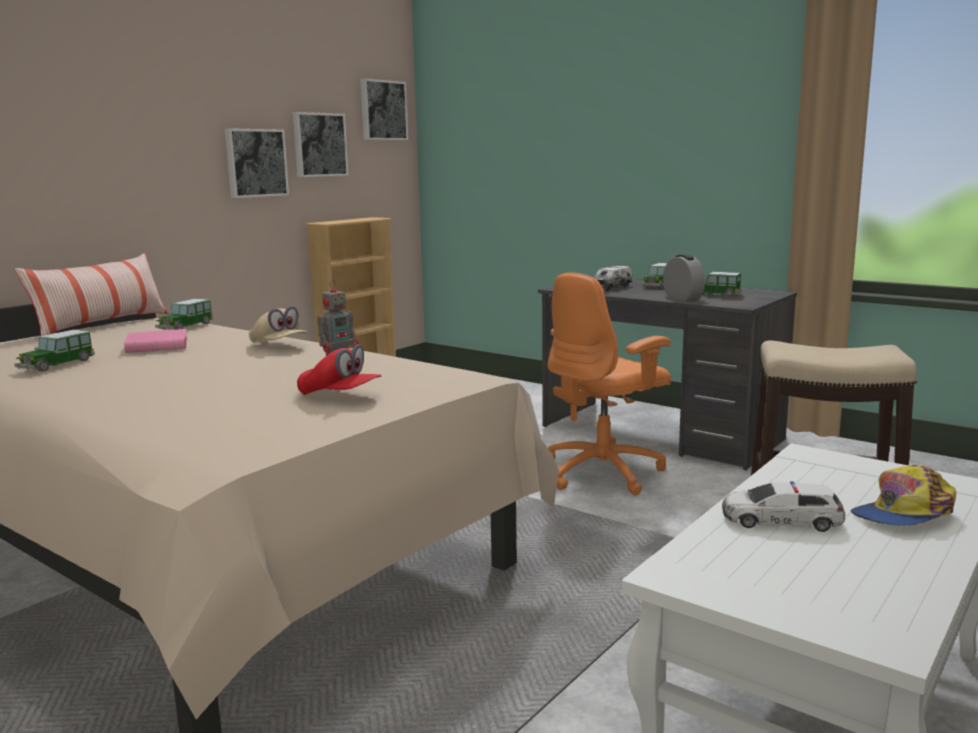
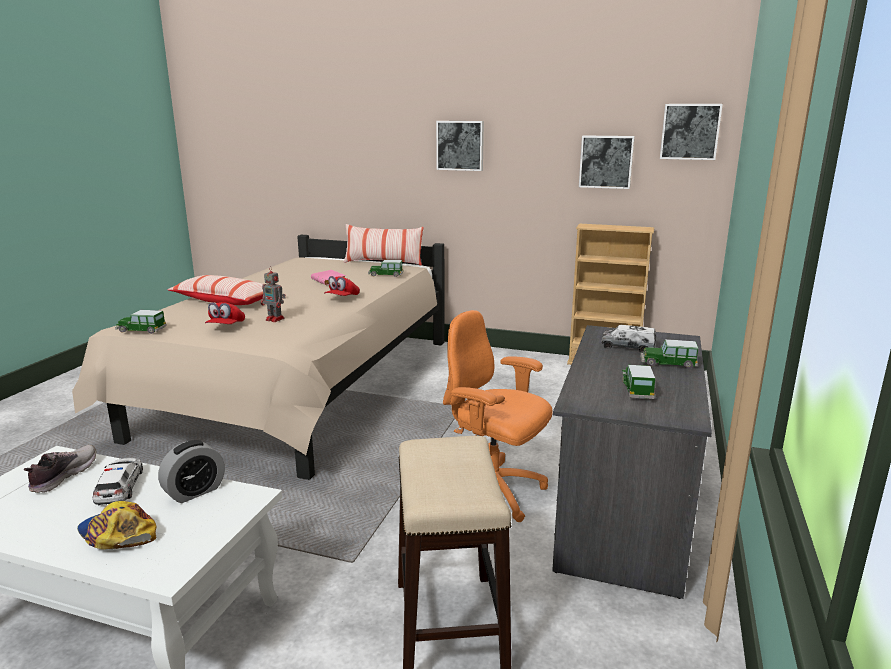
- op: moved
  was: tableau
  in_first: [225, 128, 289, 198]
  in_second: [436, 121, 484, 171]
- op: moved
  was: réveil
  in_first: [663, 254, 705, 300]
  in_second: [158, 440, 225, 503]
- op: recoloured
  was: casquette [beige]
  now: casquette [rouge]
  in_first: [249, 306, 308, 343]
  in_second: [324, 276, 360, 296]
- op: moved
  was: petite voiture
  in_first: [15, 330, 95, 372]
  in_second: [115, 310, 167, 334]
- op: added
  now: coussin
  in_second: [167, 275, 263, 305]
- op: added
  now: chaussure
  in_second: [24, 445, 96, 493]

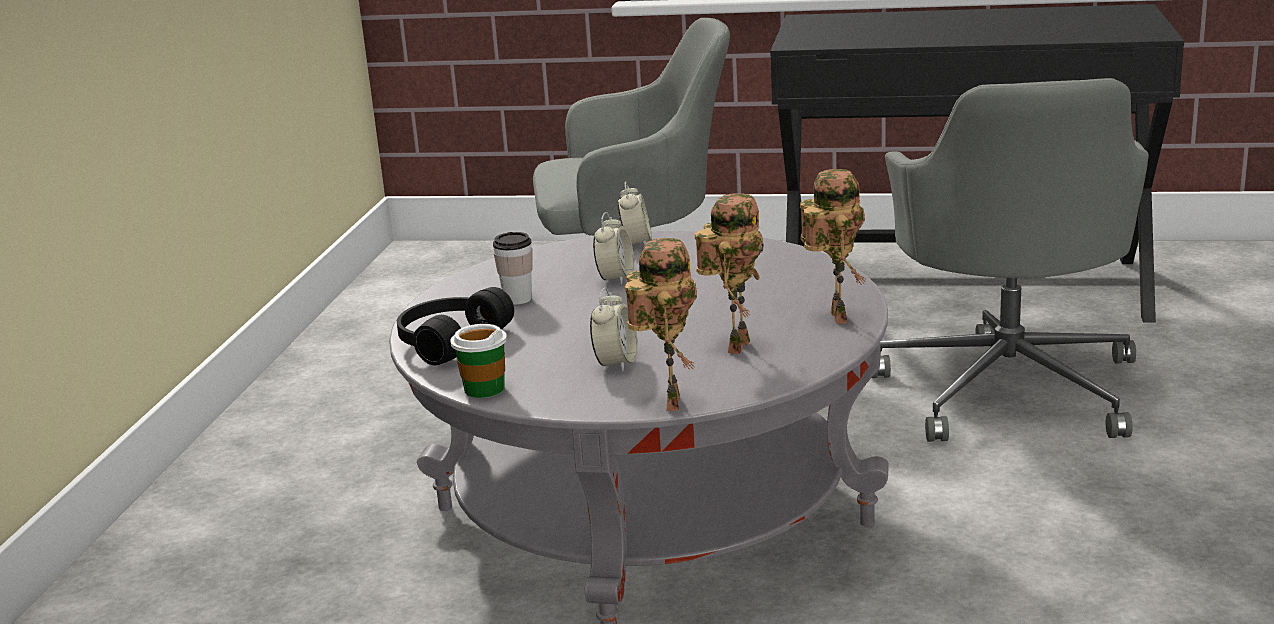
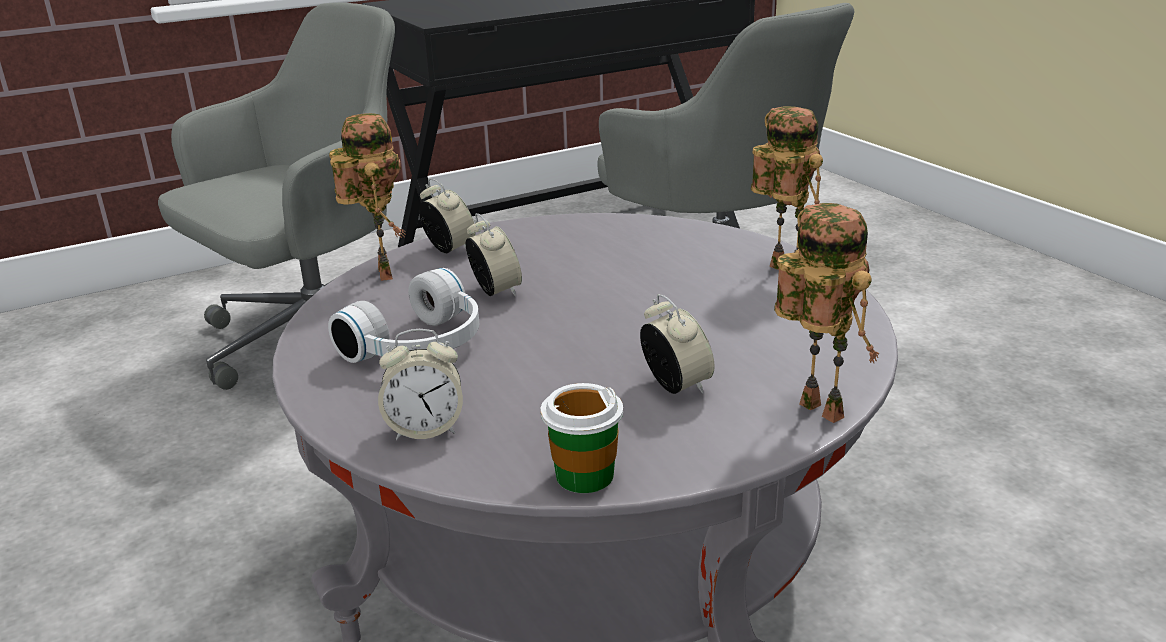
- op: moved
  was: robot jouet
  in_first: [695, 193, 764, 354]
  in_second: [329, 113, 406, 281]
- op: replaced
  was: tasse
  now: casque audio [blanc]
  in_first: [493, 232, 533, 305]
  in_second: [328, 268, 479, 363]
- op: replaced
  was: casque audio [noir]
  now: réveil
  in_first: [397, 287, 514, 365]
  in_second: [378, 329, 463, 440]

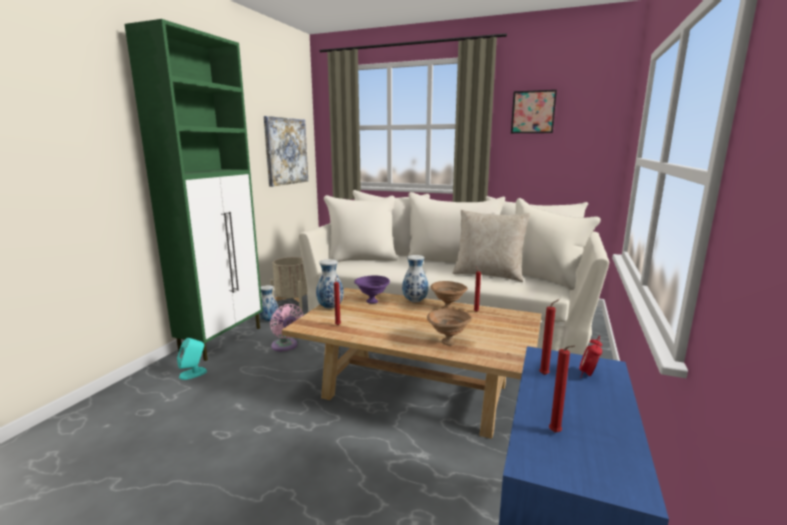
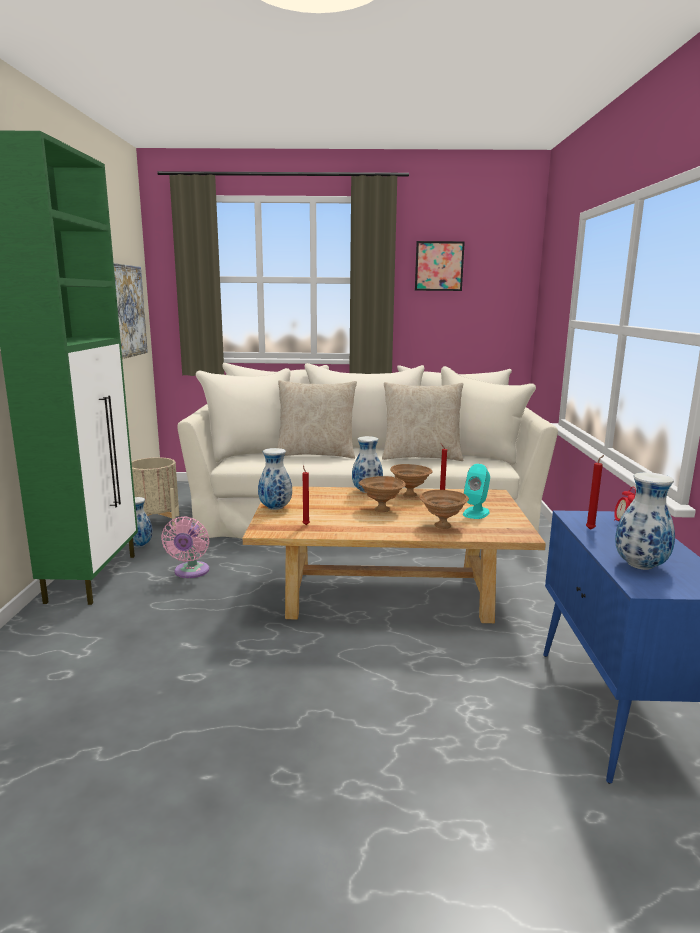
- op: removed
  was: bol [violet]
  in_first: [354, 275, 390, 304]
- op: turned
  was: ventilateur [rose]
  in_first: [270, 304, 304, 351]
  in_second: [161, 516, 209, 578]
  clockwise: 60
- op: moved
  was: enceinte [turquoise]
  in_first: [177, 338, 207, 380]
  in_second: [463, 464, 490, 519]
- op: replaced
  was: bougie [rouge]
  now: vase
  in_first: [549, 345, 575, 433]
  in_second: [615, 472, 675, 570]
- op: added
  now: coussin [beige]
  in_second: [277, 380, 357, 459]
- op: added
  now: bol [marron]
  in_second: [359, 476, 406, 512]

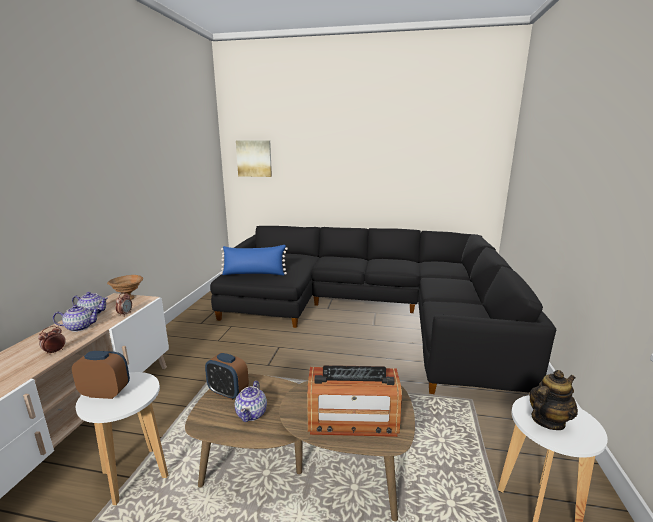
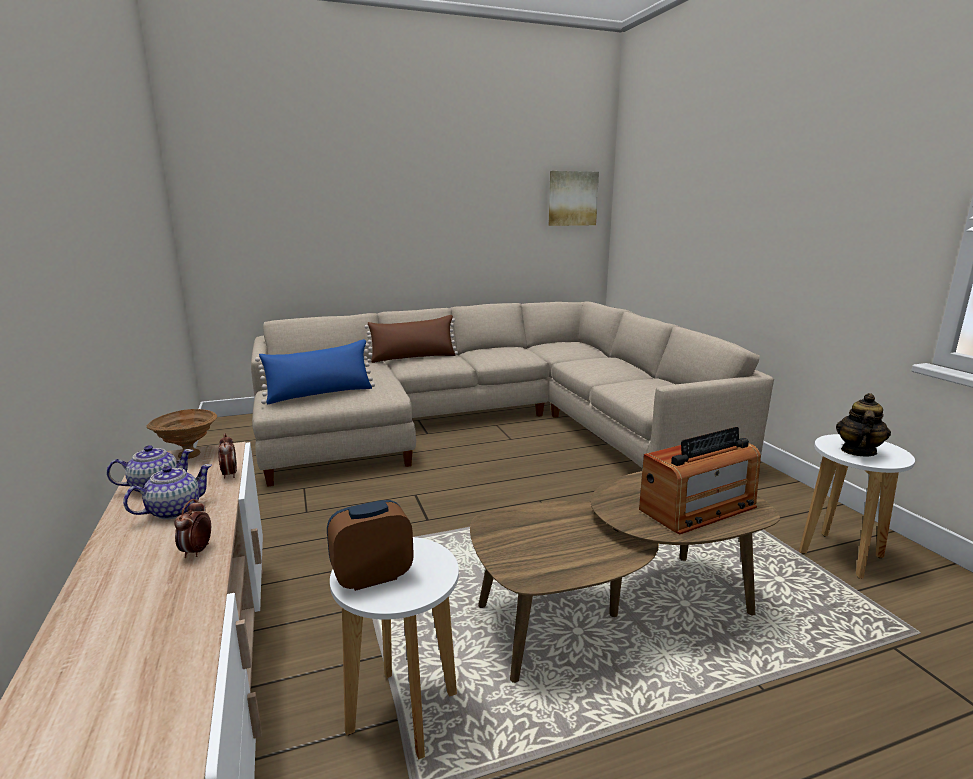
- op: moved
  was: tableau
  in_first: [236, 140, 272, 177]
  in_second: [548, 171, 599, 226]
- op: recoloured
  was: canapé [noir]
  now: canapé [beige]
  in_first: [210, 226, 556, 394]
  in_second: [251, 302, 774, 487]
- op: removed
  was: réveil
  in_first: [205, 353, 249, 400]
- op: removed
  was: théière
  in_first: [235, 381, 267, 422]
- op: added
  now: coussin [marron]
  in_second: [364, 315, 458, 363]

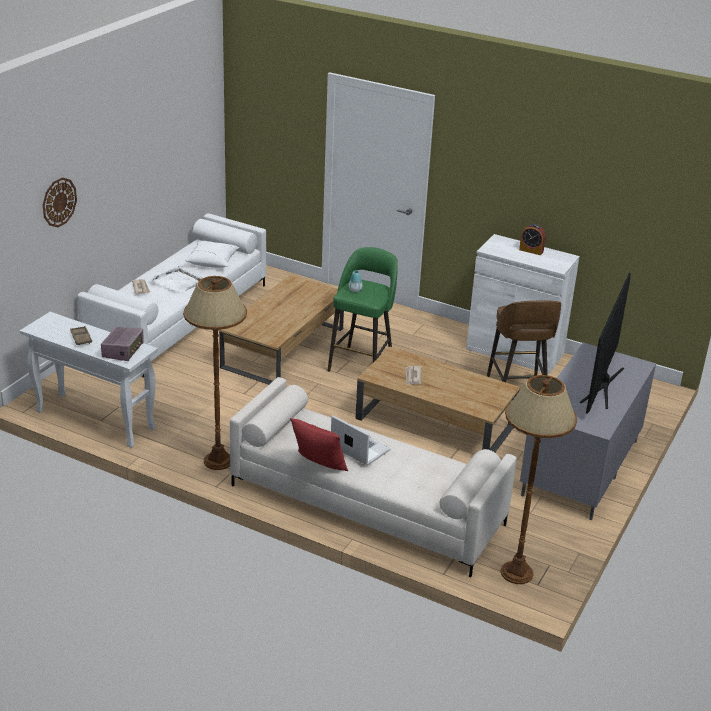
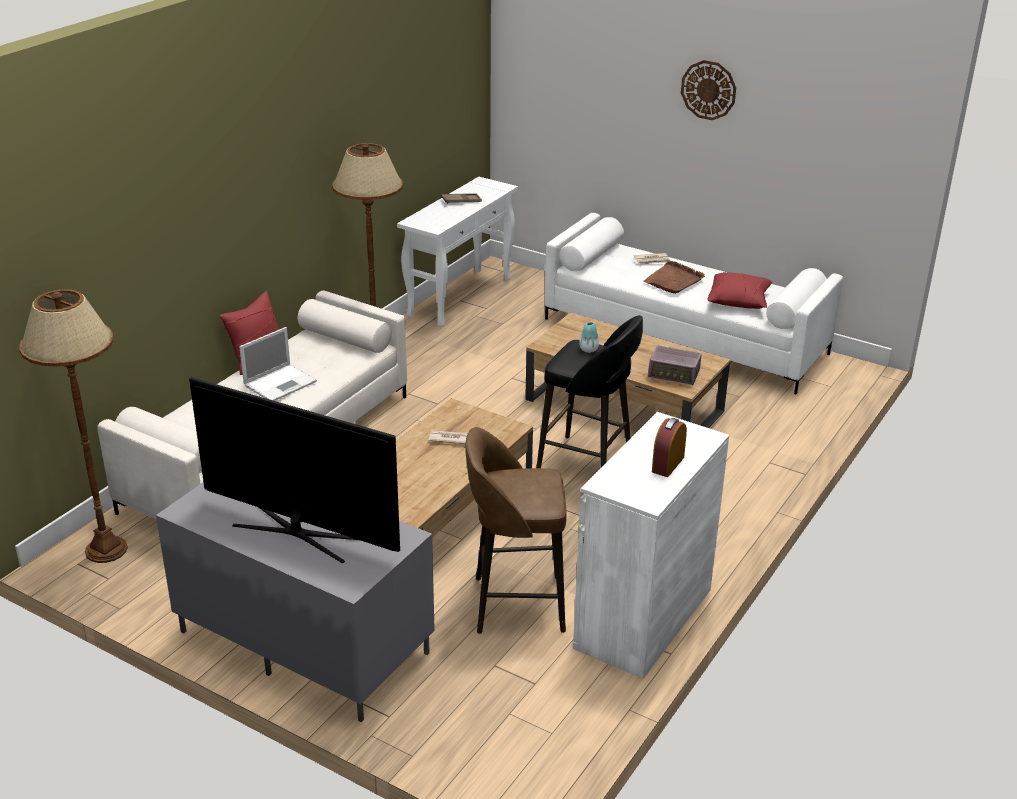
- op: moved
  was: horloge murale
  in_first: [43, 177, 77, 227]
  in_second: [681, 60, 736, 120]
- op: recoloured
  was: coussin [blanc]
  now: coussin [rouge]
  in_first: [184, 241, 239, 268]
  in_second: [707, 272, 772, 309]
- op: recoloured
  was: tabouret [vert]
  now: tabouret [noir]
  in_first: [327, 247, 398, 372]
  in_second: [536, 315, 643, 468]
- op: recoloured
  was: plateau [blanc]
  now: plateau [marron]
  in_first: [150, 266, 203, 293]
  in_second: [643, 261, 705, 294]
- op: moved
  was: radio
  in_first: [101, 327, 143, 361]
  in_second: [648, 346, 702, 385]

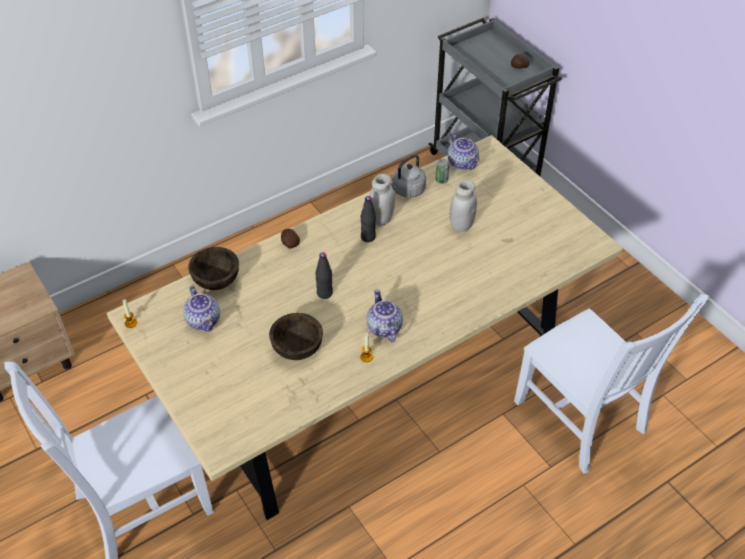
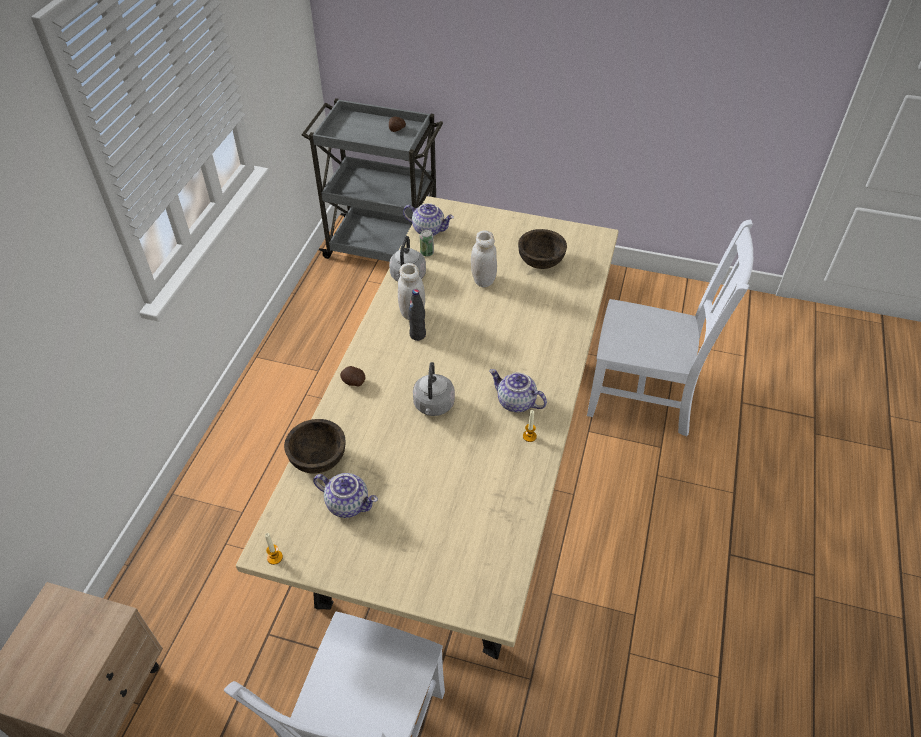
- op: replaced
  was: bouteille [noir]
  now: bouilloire [gris]
  in_first: [316, 252, 333, 299]
  in_second: [413, 362, 455, 416]
- op: moved
  was: bol [marron]
  in_first: [269, 313, 323, 360]
  in_second: [518, 229, 567, 269]

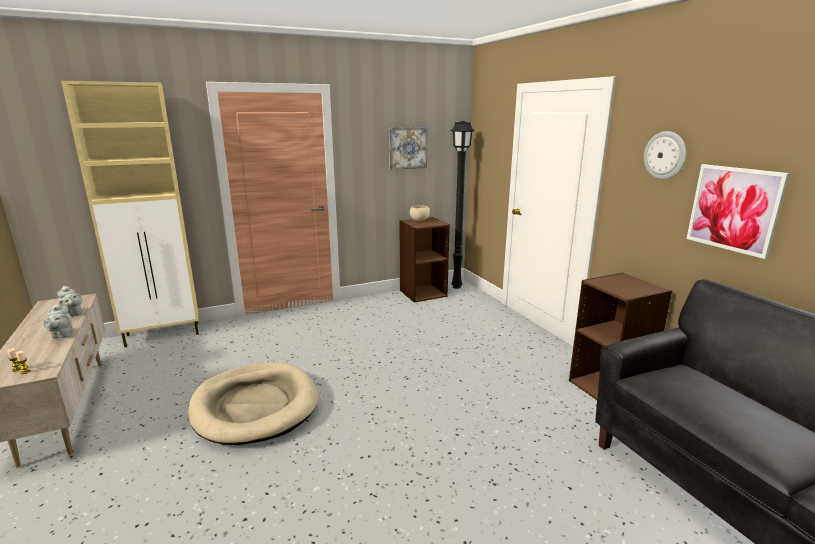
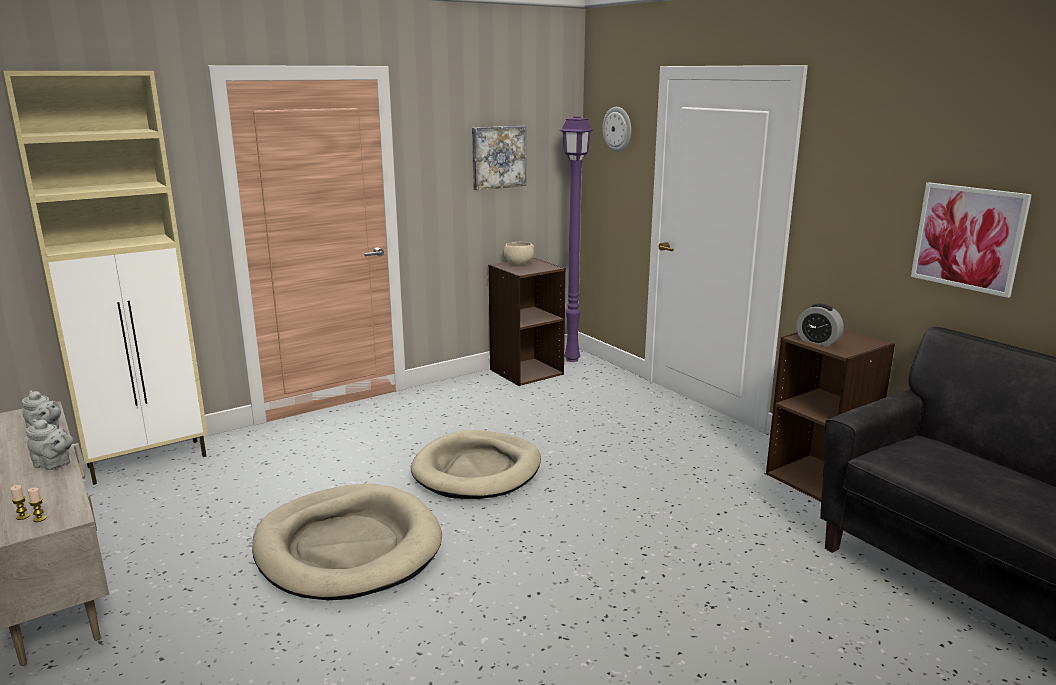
- op: recoloured
  was: lampadaire [noir]
  now: lampadaire [violet]
  in_first: [450, 121, 475, 289]
  in_second: [559, 116, 594, 362]
- op: moved
  was: horloge murale
  in_first: [644, 131, 686, 180]
  in_second: [602, 107, 631, 152]
- op: turned
  was: théière [gris]
  in_first: [43, 303, 73, 338]
  in_second: [26, 419, 74, 470]
  clockwise: -45
- op: added
  now: réveil
  in_second: [796, 304, 843, 347]
- op: added
  now: panier pour chien [beige]
  in_second: [411, 430, 541, 499]

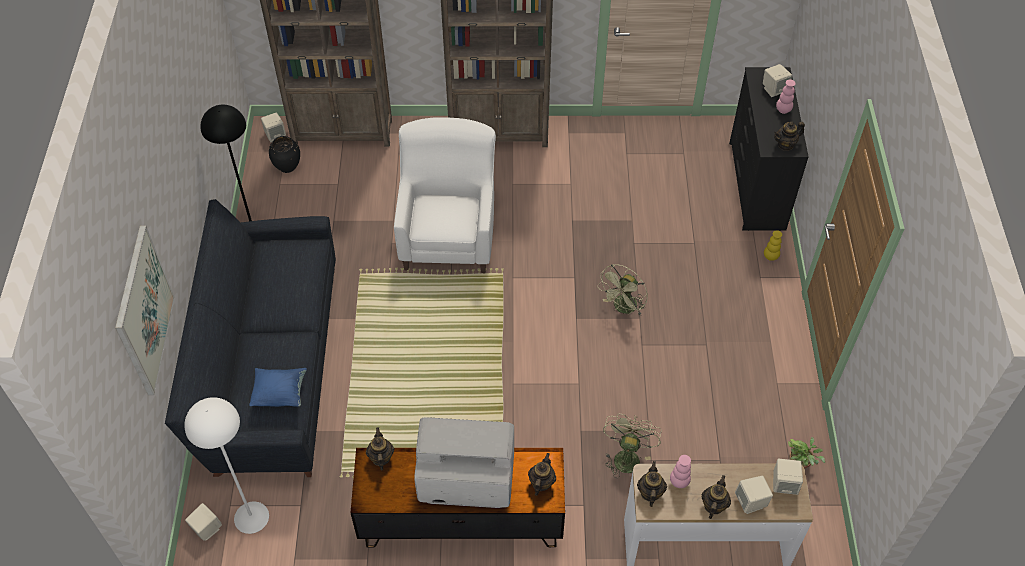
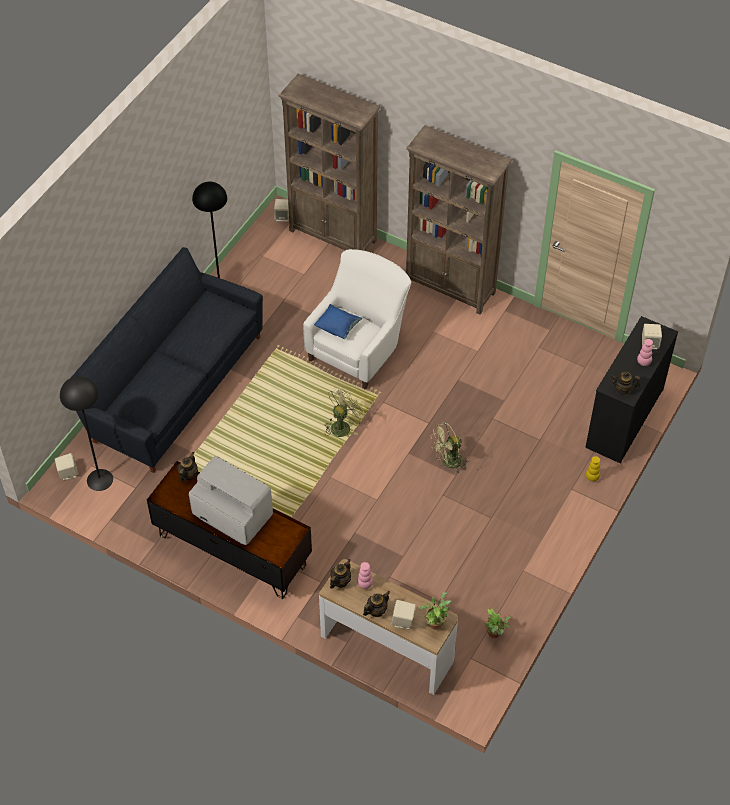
- op: removed
  was: vase [noir]
  in_first: [269, 136, 300, 173]
- op: removed
  was: tableau
  in_first: [115, 225, 175, 395]
- op: moved
  was: coussin [bleu]
  in_first: [249, 368, 307, 407]
  in_second: [314, 304, 362, 339]
- op: recoloured
  was: lampadaire [blanc]
  now: lampadaire [noir]
  in_first: [184, 397, 269, 534]
  in_second: [60, 376, 113, 491]
- op: moved
  was: ventilateur [vert]
  in_first: [603, 414, 661, 478]
  in_second: [325, 387, 365, 437]
- op: removed
  was: théière
  in_first: [528, 453, 556, 496]
- op: replaced
  was: enceinte [beige]
  now: plante en pot
  in_first: [773, 459, 803, 495]
  in_second: [419, 592, 452, 630]

